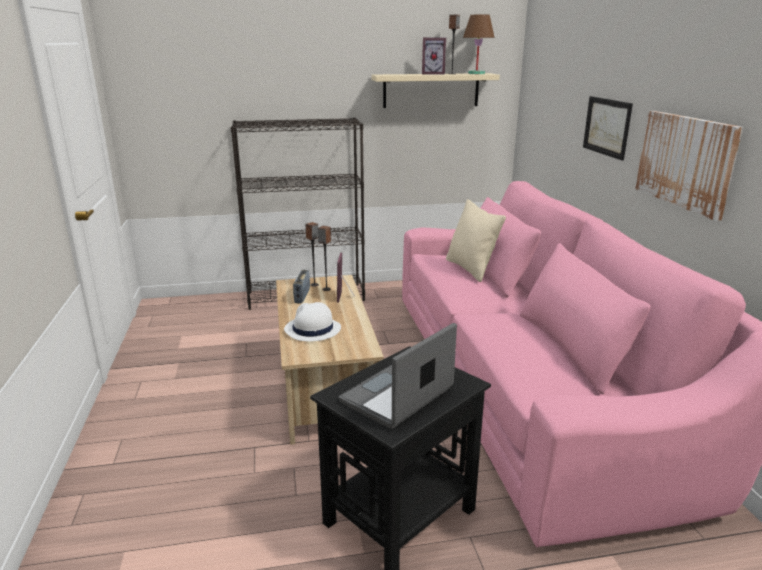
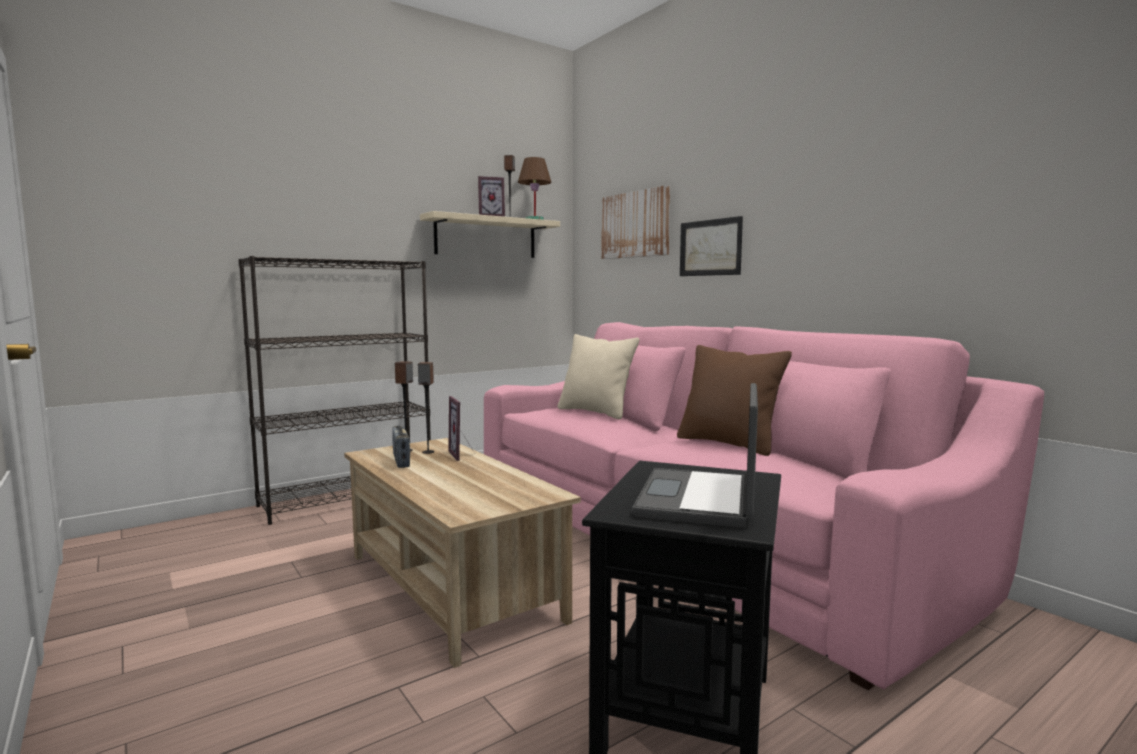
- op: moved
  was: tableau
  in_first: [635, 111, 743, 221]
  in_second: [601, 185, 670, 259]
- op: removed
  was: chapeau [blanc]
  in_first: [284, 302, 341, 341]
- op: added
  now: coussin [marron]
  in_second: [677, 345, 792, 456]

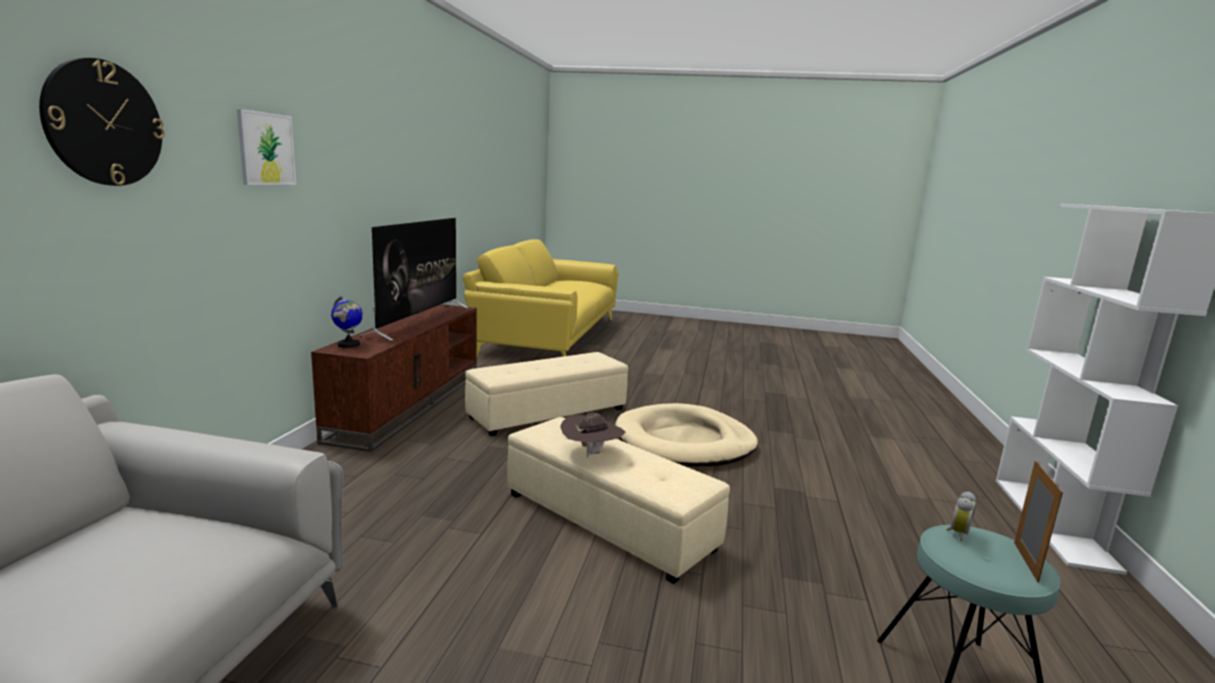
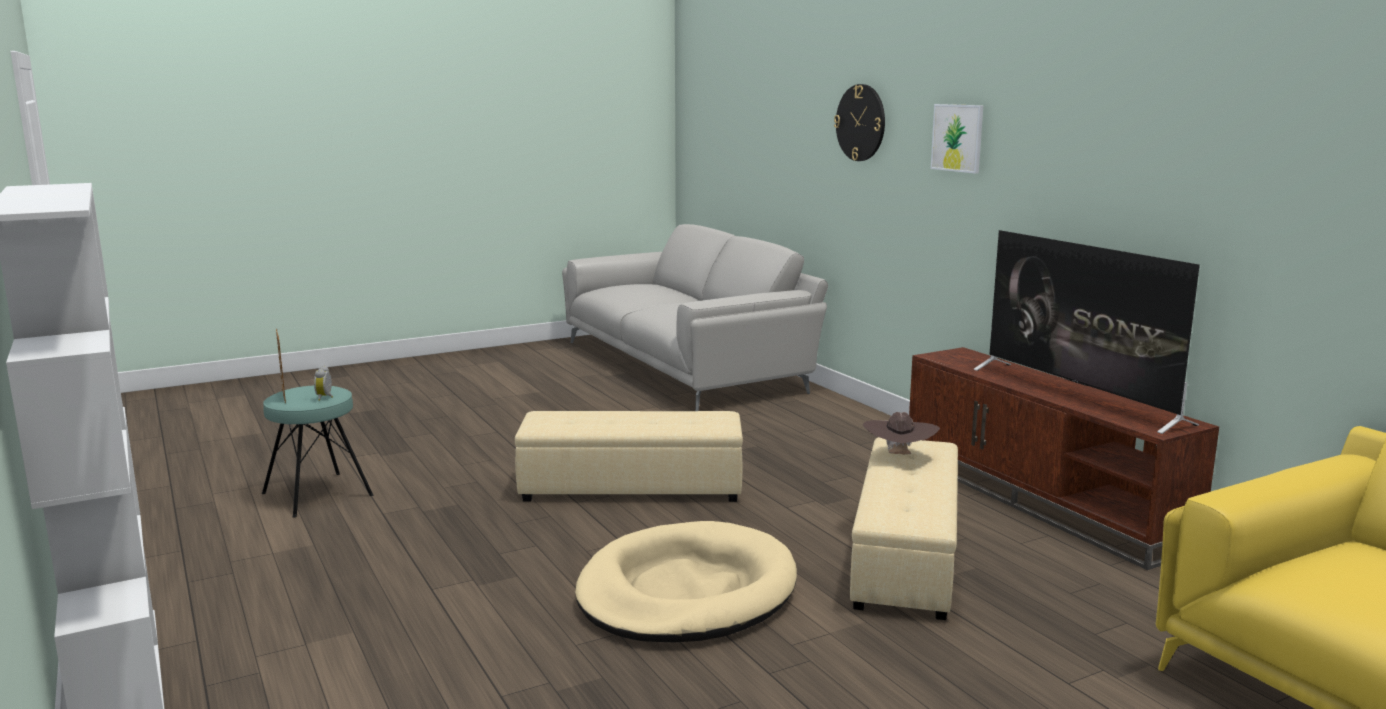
- op: removed
  was: globe
  in_first: [331, 296, 363, 348]
- op: moved
  was: chapeau [marron]
  in_first: [560, 413, 625, 458]
  in_second: [863, 412, 940, 454]

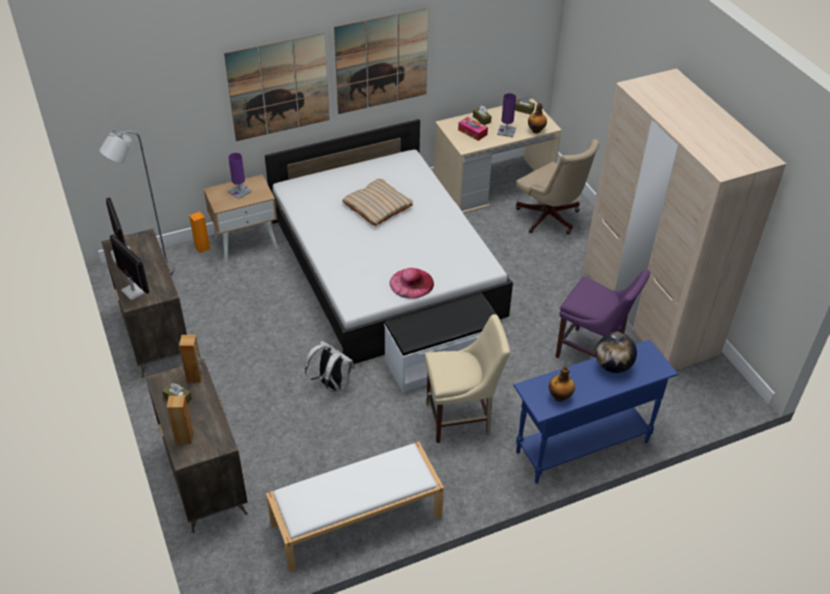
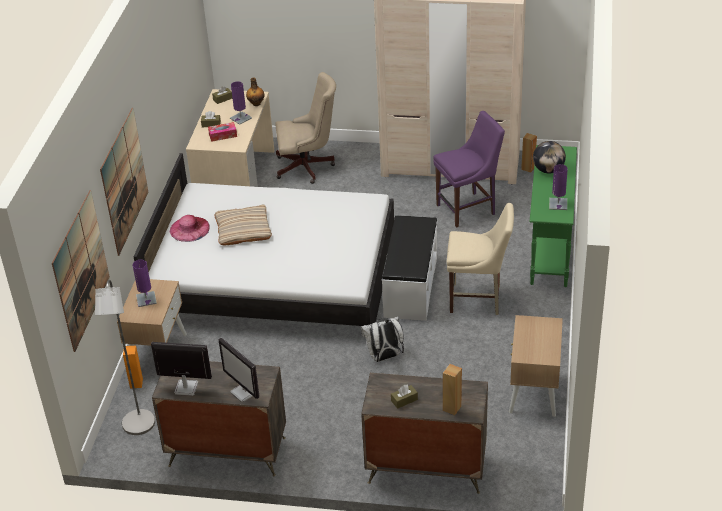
- op: moved
  was: tableau
  in_first: [334, 8, 429, 114]
  in_second: [52, 190, 110, 352]
- op: turned
  was: écran d'ordinateur
  in_first: [110, 234, 150, 300]
  in_second: [219, 338, 260, 402]
  clockwise: -120
- op: moved
  was: chapeau [rose]
  in_first: [390, 268, 434, 299]
  in_second: [170, 215, 210, 242]
- op: turned
  was: chaise [beige]
  in_first: [425, 314, 510, 443]
  in_second: [446, 203, 514, 315]
  clockwise: 75
- op: moved
  was: enceinte [marron]
  in_first: [179, 334, 203, 383]
  in_second: [521, 133, 537, 172]
- op: recoloured
  was: table console [bleu]
  now: table console [vert]
  in_first: [513, 340, 678, 484]
  in_second: [530, 145, 577, 287]
- op: replaced
  was: bouteille
  now: lampe de table [violet]
  in_first: [549, 366, 575, 402]
  in_second: [549, 164, 568, 210]
- op: replaced
  was: banc [blanc]
  now: table de chevet [beige]
  in_first: [266, 442, 444, 573]
  in_second: [509, 315, 563, 417]

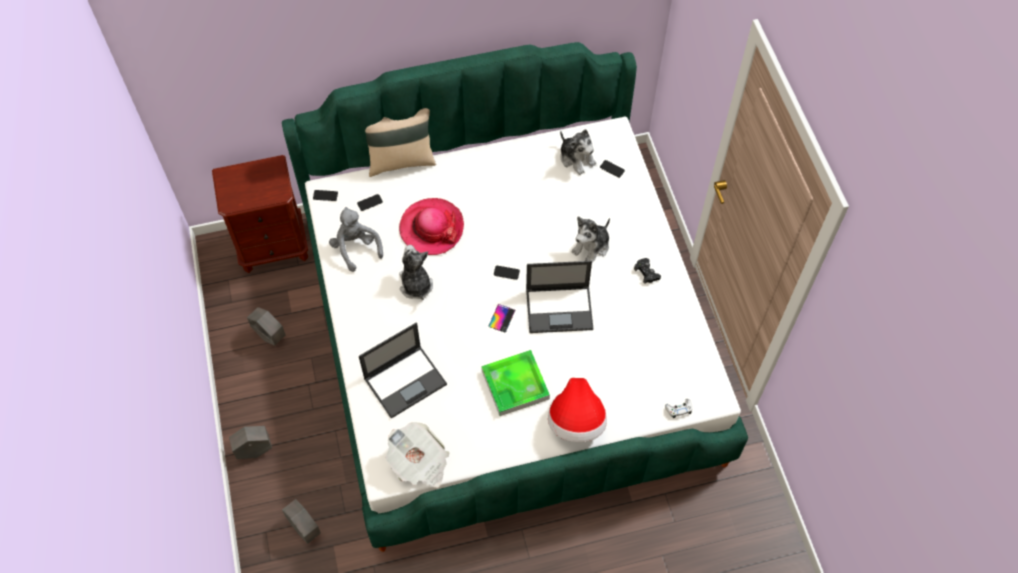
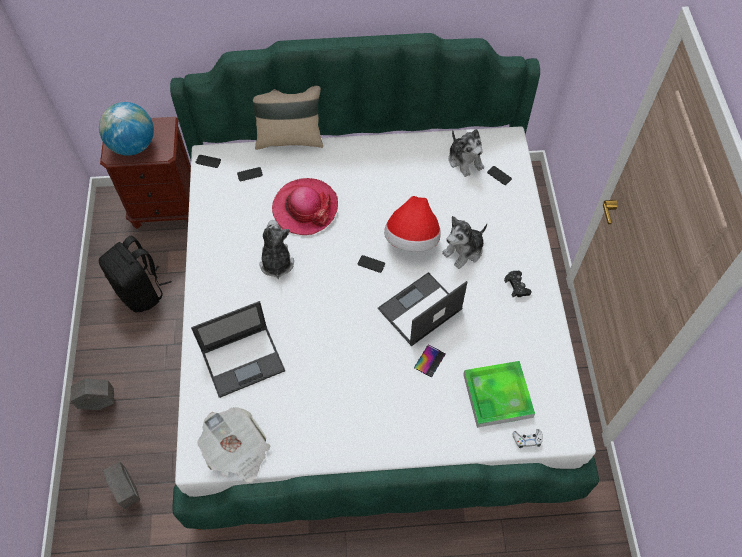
- op: removed
  was: peluche [gris]
  in_first: [329, 207, 383, 272]
- op: turned
  was: ordinateur portable
  in_first: [526, 261, 593, 333]
  in_second: [378, 272, 467, 346]
  clockwise: 135
- op: moved
  was: téléphone
  in_first: [488, 304, 515, 333]
  in_second: [414, 344, 445, 378]
- op: replaced
  was: cache-pot [gris]
  now: sac à dos [noir]
  in_first: [247, 307, 286, 346]
  in_second: [99, 236, 172, 312]
- op: moved
  was: plateau
  in_first: [481, 350, 550, 416]
  in_second: [463, 361, 535, 428]
- op: moved
  was: chapeau
  in_first: [548, 378, 607, 442]
  in_second: [384, 196, 441, 252]
- op: added
  now: globe
  in_second: [99, 102, 154, 156]

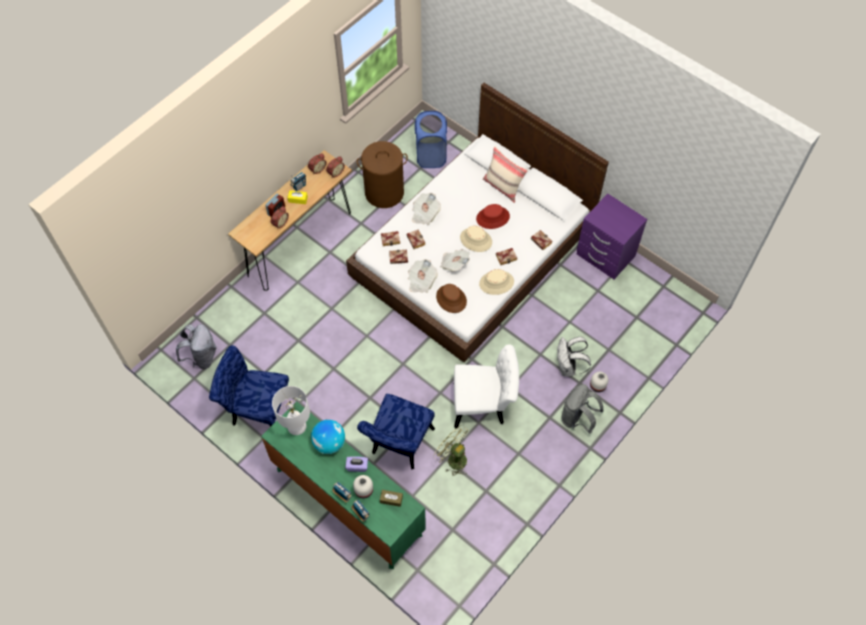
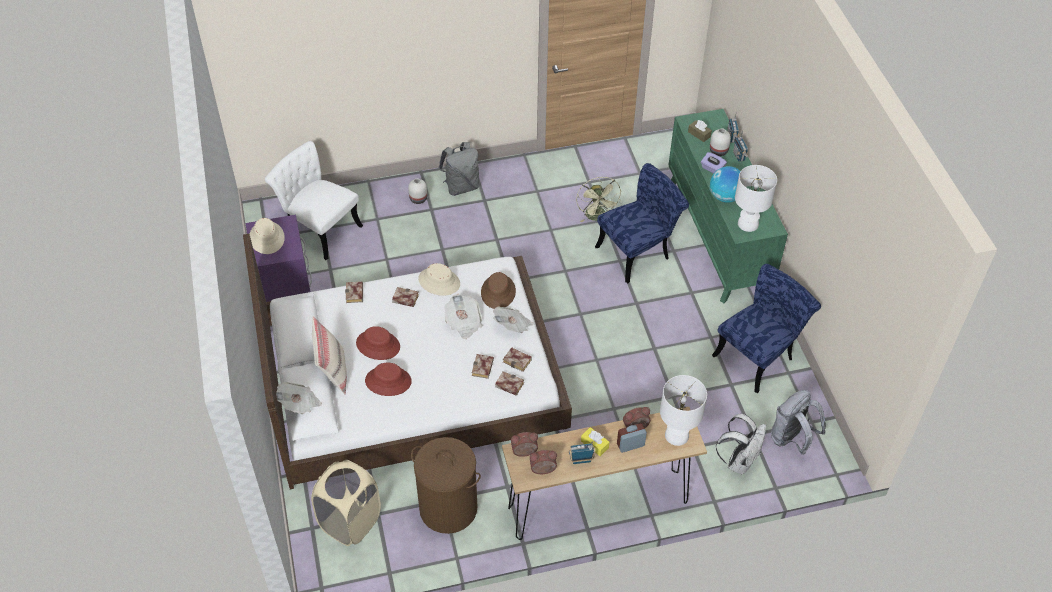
- op: recoloured
  was: panier à linge [bleu]
  now: panier à linge [beige]
  in_first: [415, 111, 447, 168]
  in_second: [311, 460, 381, 546]
- op: moved
  was: journal
  in_first: [412, 193, 441, 225]
  in_second: [276, 382, 322, 414]
- op: moved
  was: chapeau [beige]
  in_first: [460, 226, 492, 252]
  in_second: [250, 218, 285, 254]
- op: moved
  was: sac à dos [blanc]
  in_first: [557, 337, 591, 376]
  in_second: [716, 414, 766, 474]
- op: moved
  was: chaise [blanc]
  in_first: [454, 344, 519, 429]
  in_second: [265, 141, 363, 260]
- op: turned
  was: chaise [bleu]
  in_first: [209, 345, 289, 427]
  in_second: [712, 264, 821, 393]
  clockwise: -90
- op: added
  now: chapeau [rouge]
  in_second: [365, 363, 412, 396]
- op: added
  now: lampe de table [blanc]
  in_second: [660, 375, 707, 446]

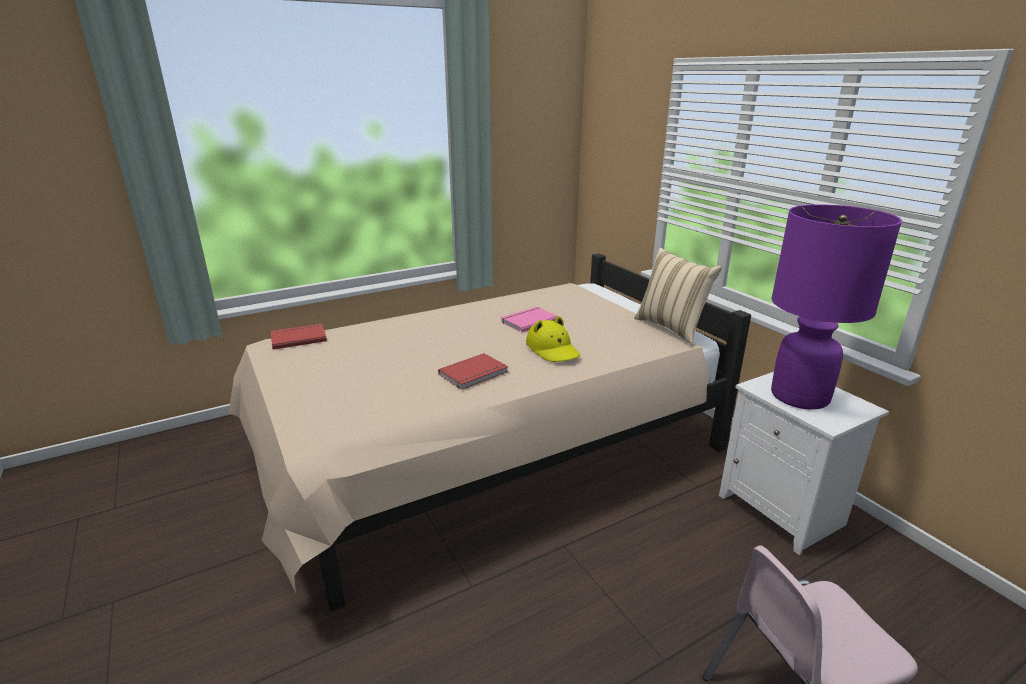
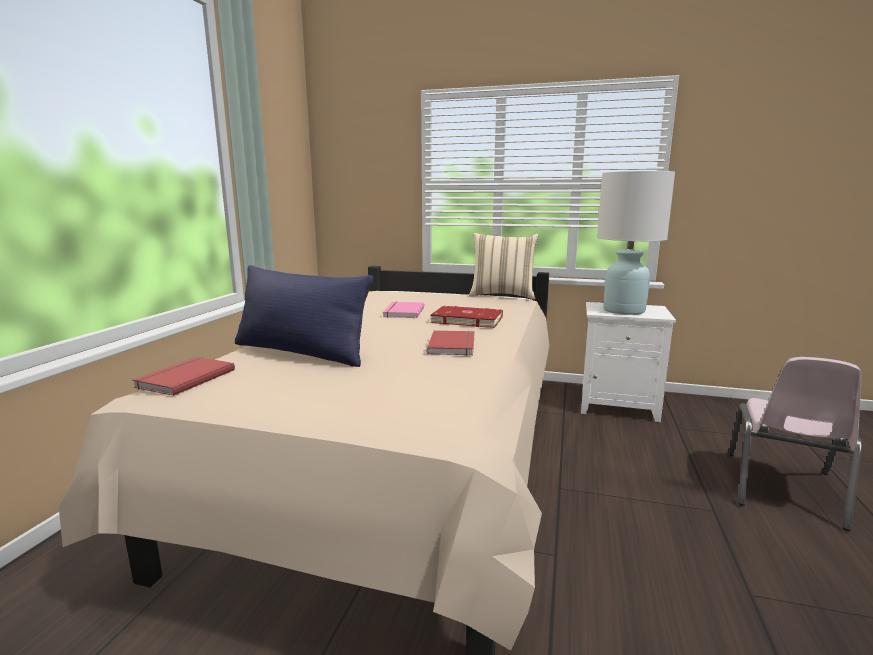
- op: recoloured
  was: lampe de table [violet]
  now: lampe de table [blanc]
  in_first: [771, 204, 902, 409]
  in_second: [597, 171, 675, 315]
- op: replaced
  was: chapeau [jaune]
  now: livre [rouge]
  in_first: [526, 316, 580, 362]
  in_second: [430, 306, 503, 328]
- op: added
  now: coussin [bleu]
  in_second: [235, 265, 373, 367]

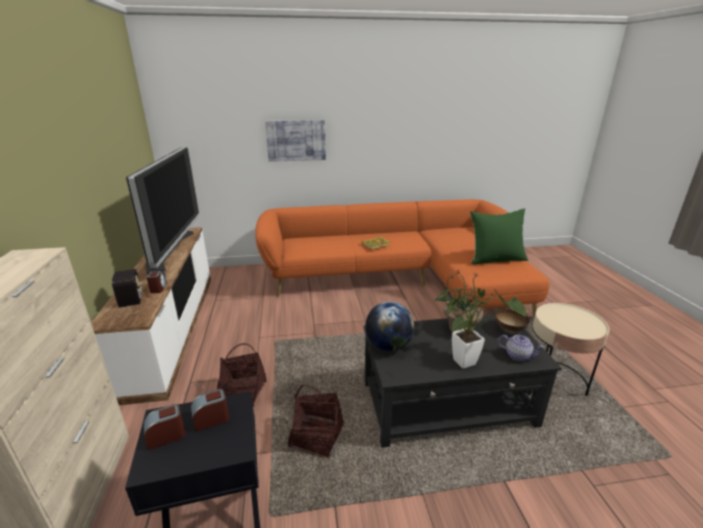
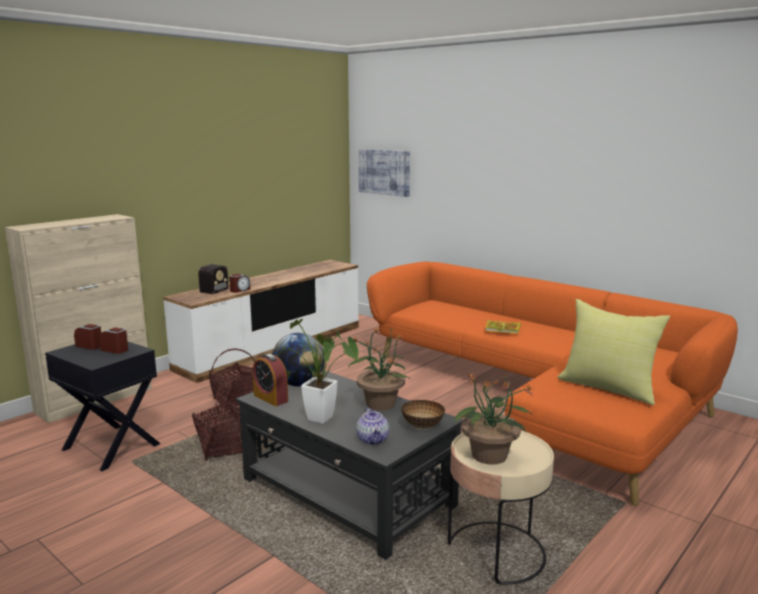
- op: moved
  was: tableau
  in_first: [265, 120, 326, 162]
  in_second: [358, 149, 410, 197]
- op: removed
  was: téléviseur
  in_first: [126, 147, 199, 274]
- op: recoloured
  was: coussin [vert]
  now: coussin [jaune]
  in_first: [470, 208, 528, 265]
  in_second: [558, 299, 670, 405]
- op: added
  now: réveil
  in_second: [253, 354, 288, 406]
- op: added
  now: plante en pot
  in_second: [455, 371, 534, 465]

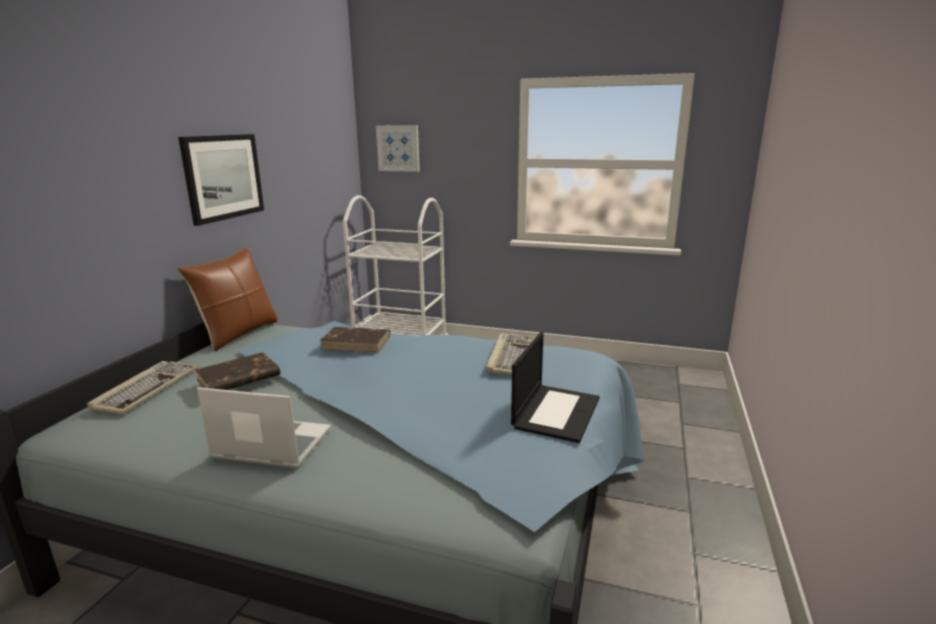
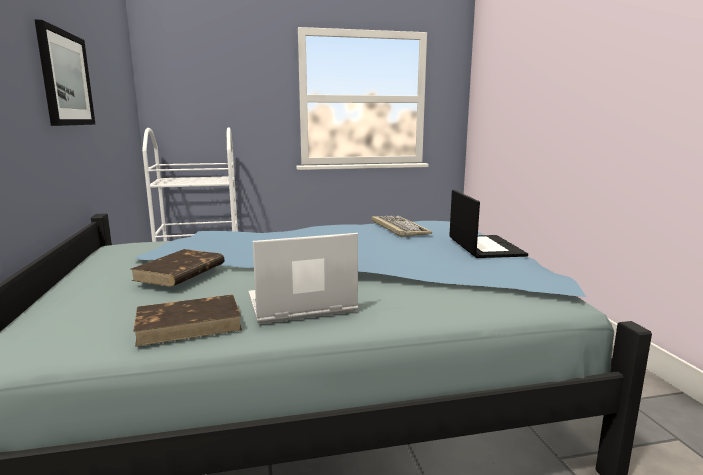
- op: removed
  was: tableau
  in_first: [376, 125, 420, 172]
- op: removed
  was: coussin [marron]
  in_first: [177, 248, 278, 351]
- op: moved
  was: livre [marron]
  in_first: [319, 327, 390, 352]
  in_second: [133, 294, 242, 347]
- op: removed
  was: clavier
  in_first: [87, 361, 199, 414]

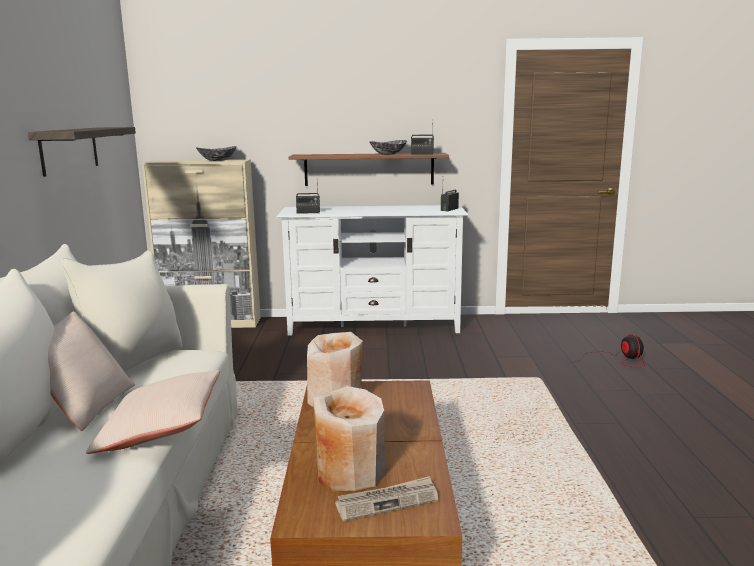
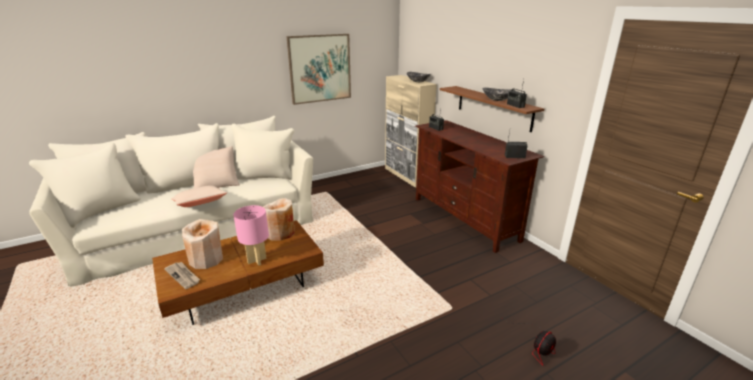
- op: replaced
  was: étagère
  now: tableau
  in_first: [28, 127, 136, 177]
  in_second: [286, 34, 351, 105]
- op: recoloured
  was: meuble télé [blanc]
  now: meuble télé [marron]
  in_first: [276, 205, 469, 336]
  in_second: [415, 120, 544, 253]
- op: added
  now: lampe de table [rose]
  in_second: [233, 205, 269, 266]

